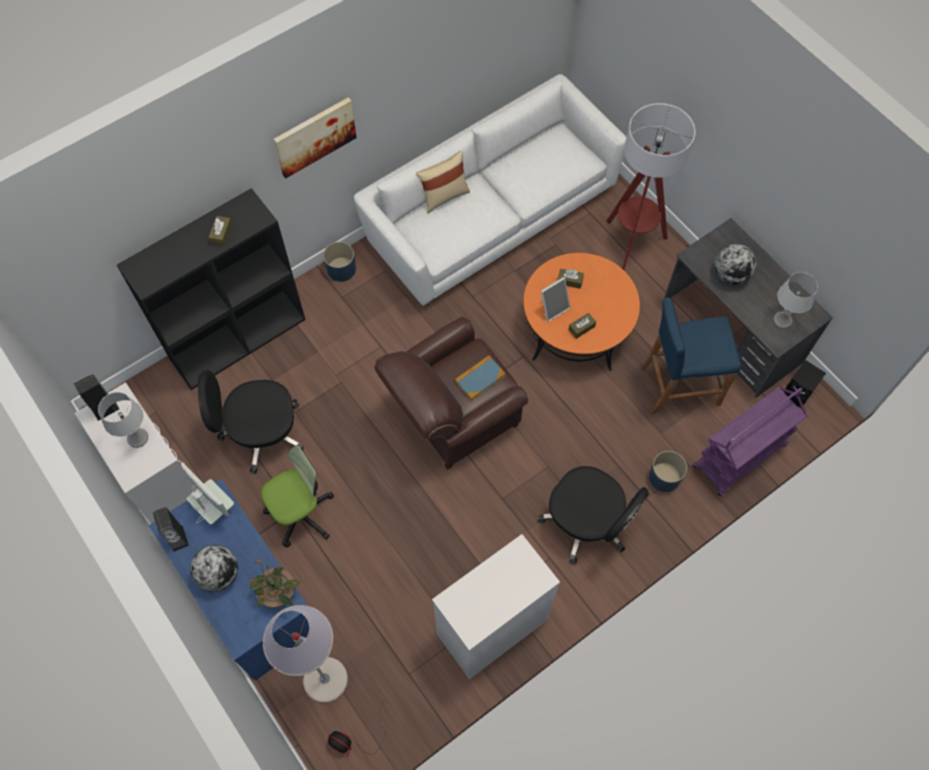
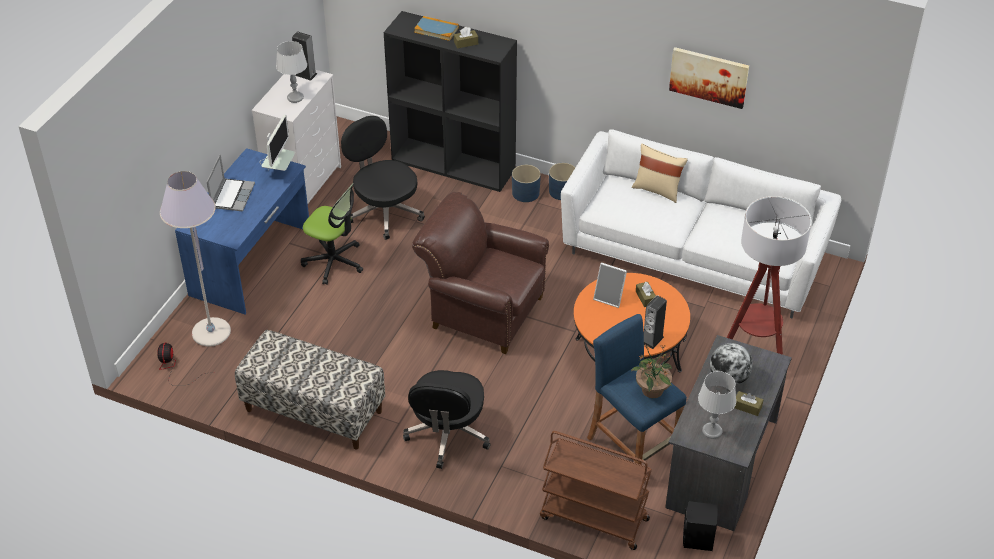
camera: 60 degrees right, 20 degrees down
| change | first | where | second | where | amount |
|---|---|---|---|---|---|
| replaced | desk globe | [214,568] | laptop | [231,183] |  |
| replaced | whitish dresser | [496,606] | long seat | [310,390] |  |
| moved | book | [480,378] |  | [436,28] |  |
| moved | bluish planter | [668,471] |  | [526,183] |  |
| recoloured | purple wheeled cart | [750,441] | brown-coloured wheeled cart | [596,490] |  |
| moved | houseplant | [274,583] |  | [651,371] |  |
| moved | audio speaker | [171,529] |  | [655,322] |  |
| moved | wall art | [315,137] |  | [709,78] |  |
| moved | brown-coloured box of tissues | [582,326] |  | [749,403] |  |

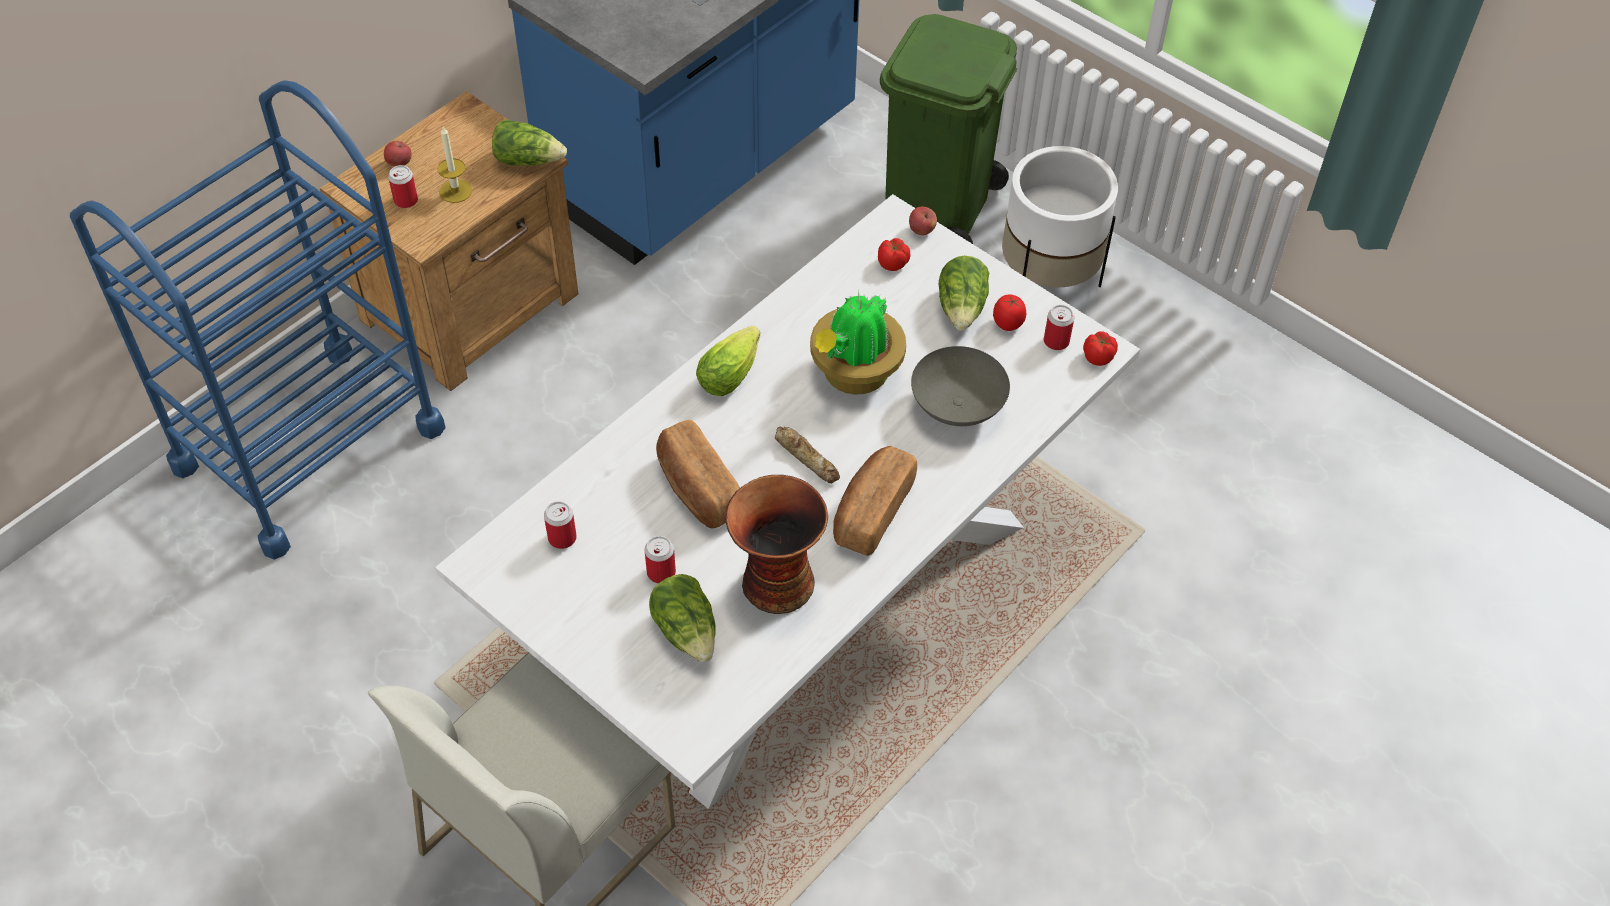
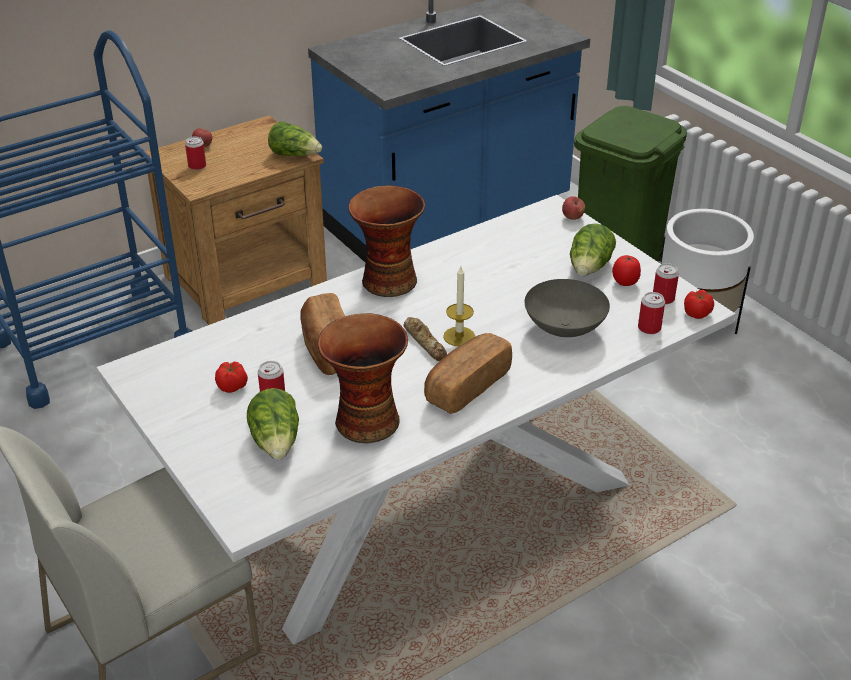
camera: 15 degrees right, 15 degrees down
| change | first | where | second | where | amount |
|---|---|---|---|---|---|
| moved | tomato | [894,254] |  | [231,377] |  |
| replaced | lettuce | [728,361] | vase | [386,241] |  |
| moved | candle | [454,165] |  | [459,306] |  |
| moved | can | [560,525] |  | [651,313] |  |
| removed | houseplant | [858,342] |  |  |  |

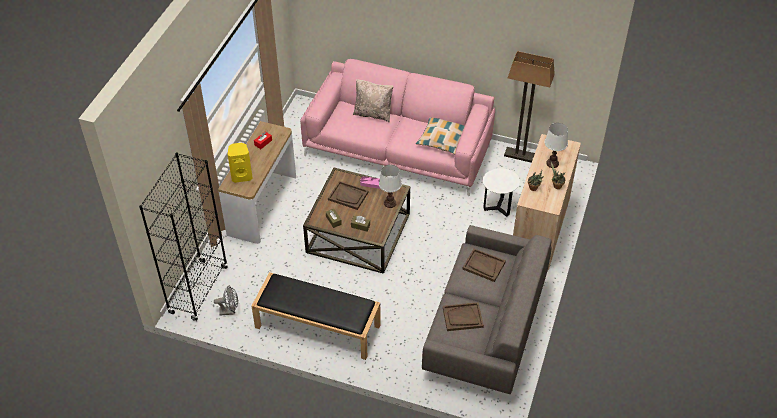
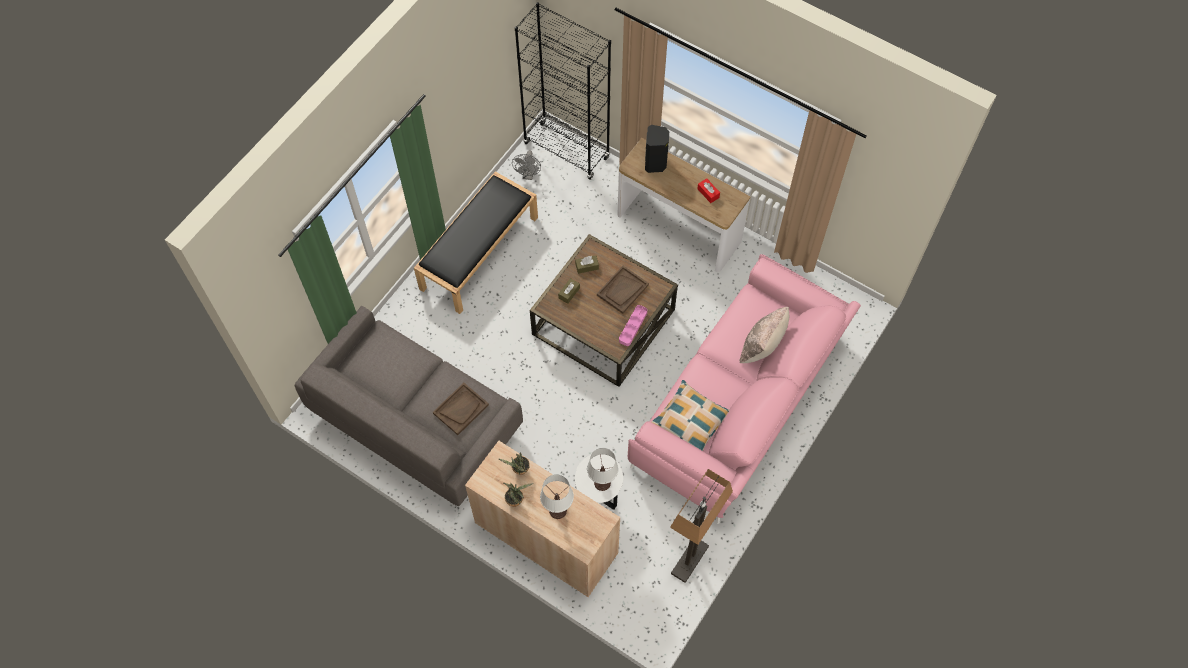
camera: 105 degrees right, 15 degrees up
| change | first | where | second | where | amount |
|---|---|---|---|---|---|
| moved | whitish table lamp | [390,186] |  | [602,469] |  |
| recoloured | yellowish audio speaker | [240,163] | blackish audio speaker | [657,149] |  |
| removed | brown-coloured tray | [463,316] |  |  |  |

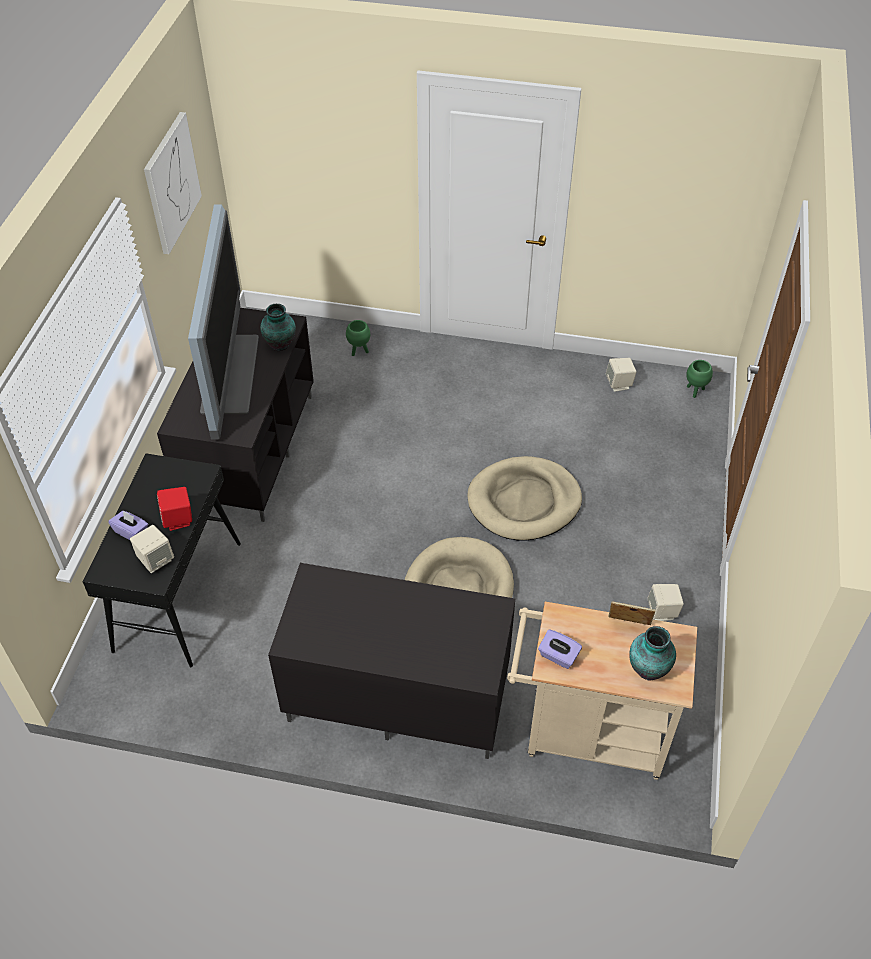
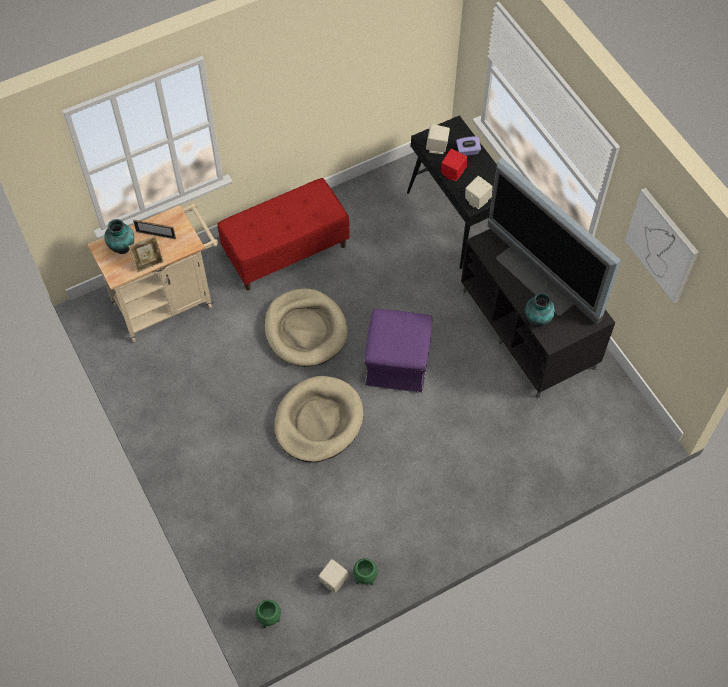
camera: 140 degrees right, 10 degrees up
| change | first | where | second | where | amount |
|---|---|---|---|---|---|
| added |  |  | picture frame | [154,229] |  |
| replaced | blackish tv stand | [391,661] | reddish long seat | [283,234] |  |
| moved | greenish planter | [358,338] |  | [365,571] |  |
| added |  |  | purple pouffe | [398,351] |  |
| moved | beige audio speaker | [665,602] |  | [479,192] |  |
| removed | purple box of tissues | [560,649] |  |  |  |

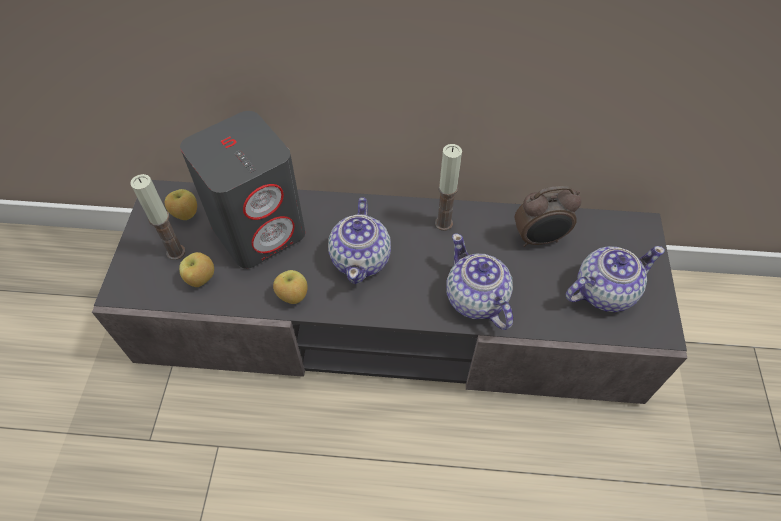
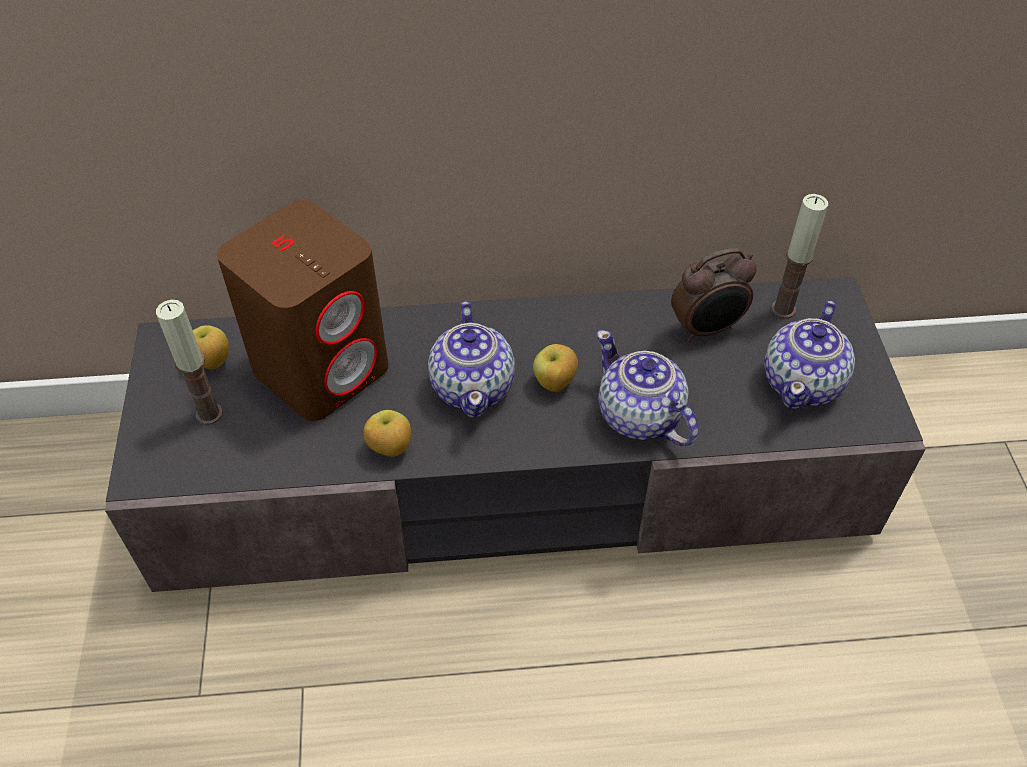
camera: 10 degrees left, 5 degrees down
| change | first | where | second | where | amount |
|---|---|---|---|---|---|
| recoloured | greyish audio speaker | [242,190] | brown-coloured audio speaker | [302,310] |  |
| moved | apple | [196,269] |  | [555,368] |  |
| turned | pot for tea | [615,279] |  | [809,355] | 150 degrees clockwise |
| moved | candle | [448,187] |  | [799,256] |  |

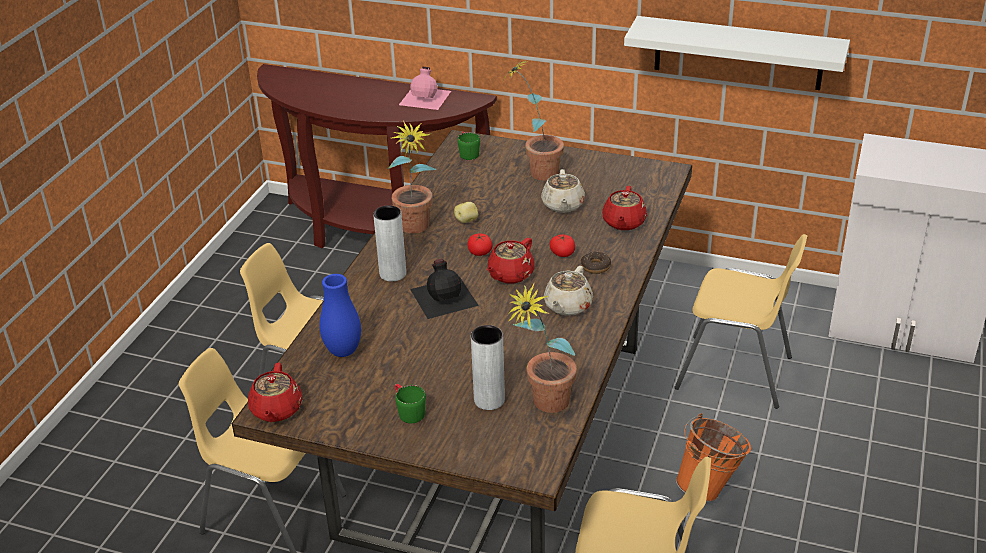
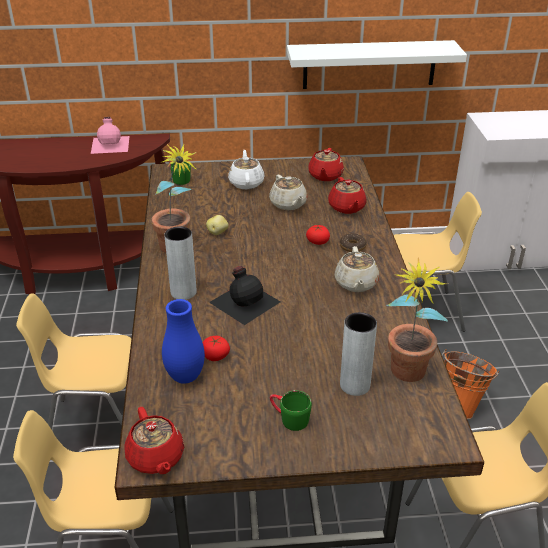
camera: 25 degrees left, 0 degrees up
| change | first | where | second | where | amount |
|---|---|---|---|---|---|
| moved | tomato | [479,244] |  | [216,348] |  |
| replaced | houseplant | [534,120] | whitish pot for tea | [246,169] |  |
| moved | reddish pot for tea | [511,261] |  | [326,164] |  |

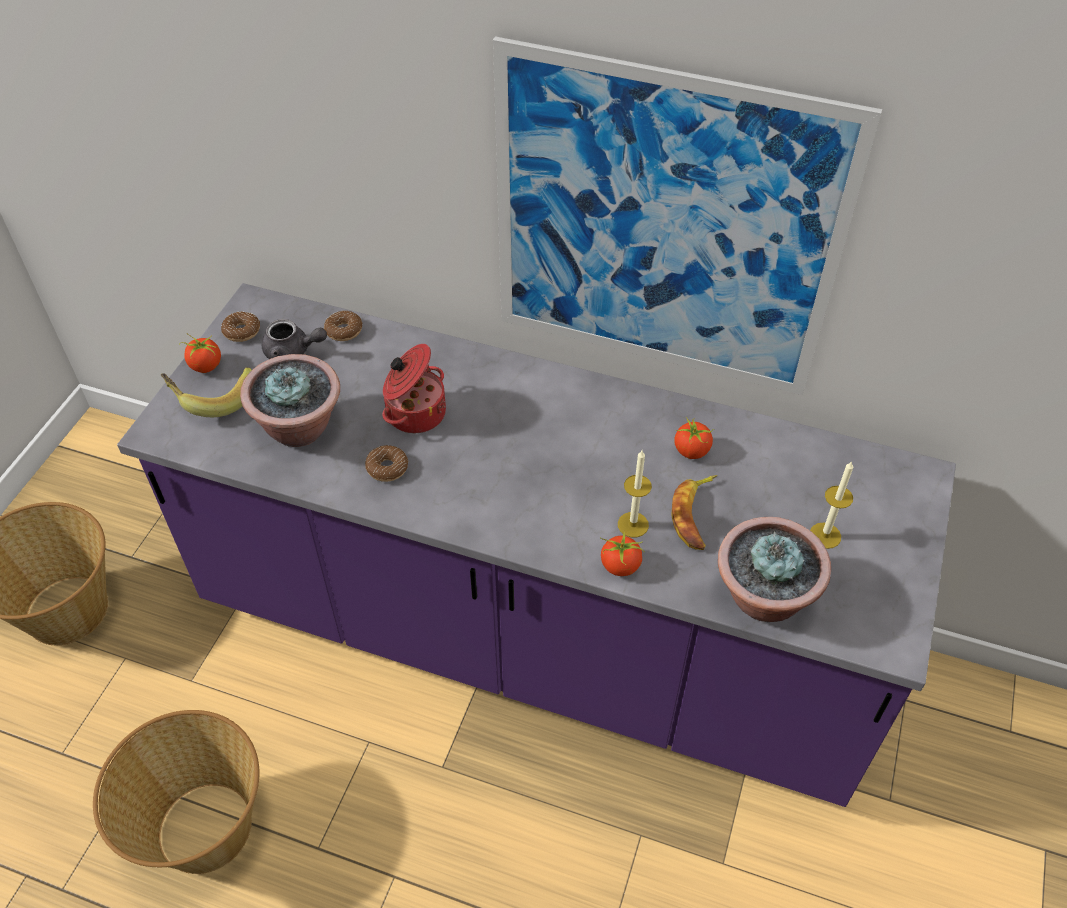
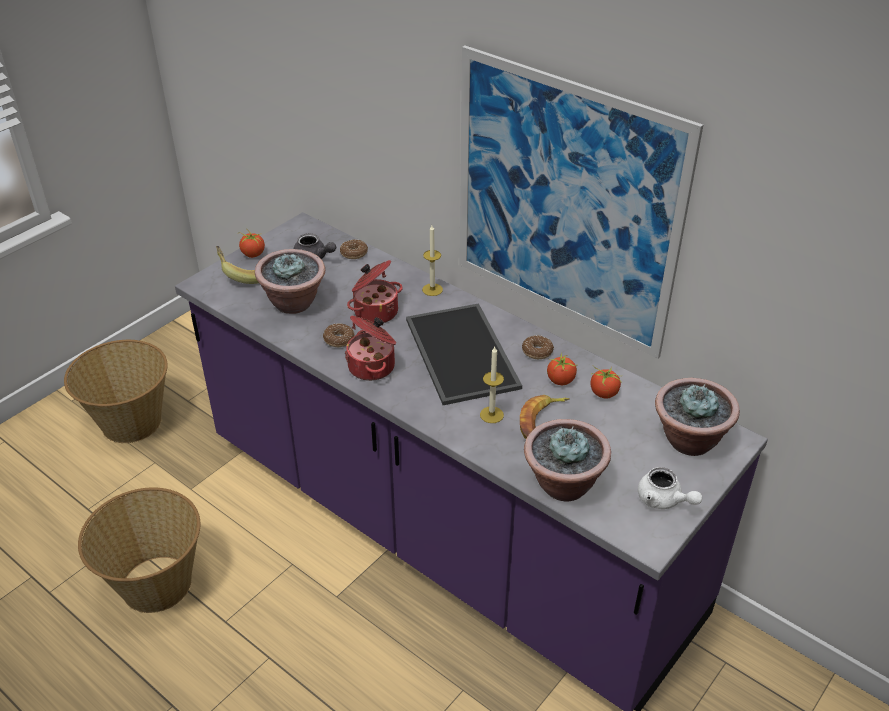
camera: 20 degrees right, 10 degrees down
| change | first | where | second | where | amount |
|---|---|---|---|---|---|
| added |  |  | saucepot | [370,348] |  |
| added |  |  | tray | [464,354] |  |
| moved | candle | [831,505] |  | [432,260] |  |
| moved | doughnut | [240,326] |  | [538,347] |  |
| moved | tomato | [622,554] |  | [606,382] |  |
| added |  |  | whitish pot for tea | [670,488] |  |
| added |  |  | houseplant | [697,417] |  |

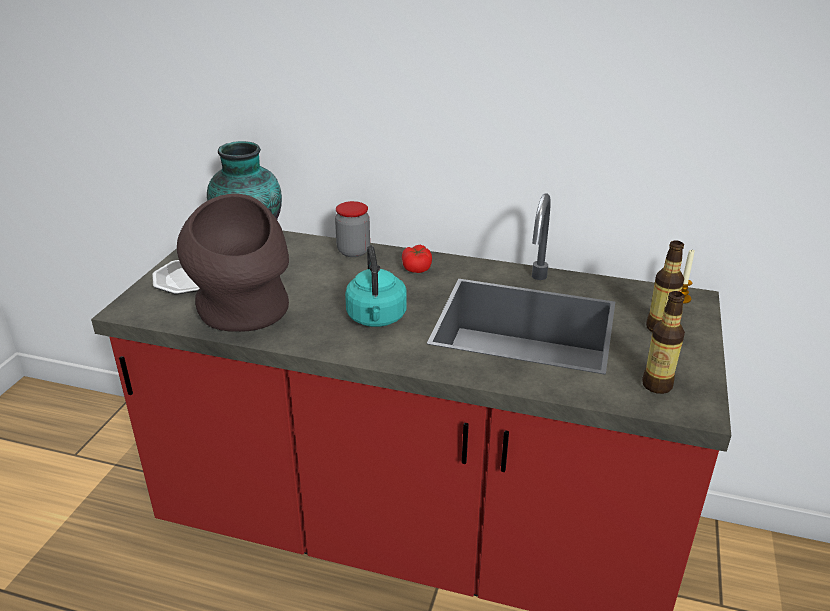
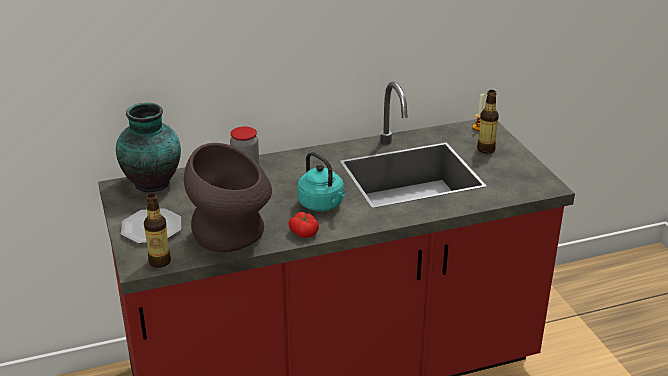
camera: 35 degrees left, 0 degrees up
| change | first | where | second | where | amount |
|---|---|---|---|---|---|
| moved | drink bottle | [663,342] |  | [157,230] |  |
| moved | tomato | [417,259] |  | [304,225] |  |

